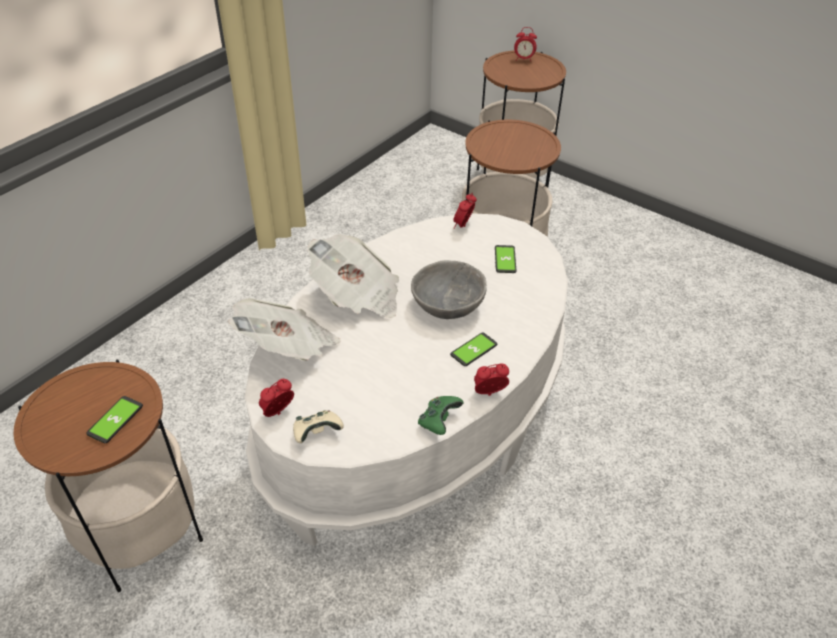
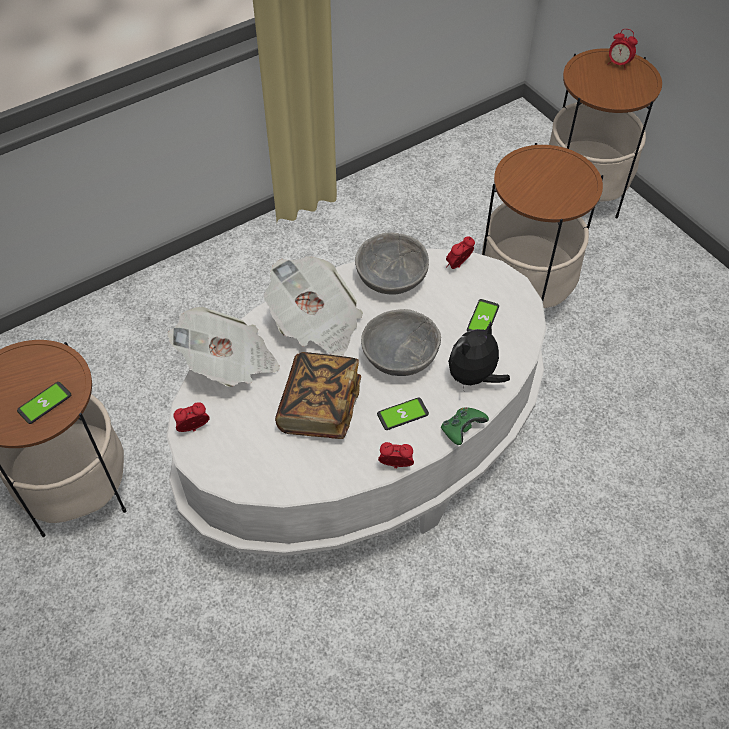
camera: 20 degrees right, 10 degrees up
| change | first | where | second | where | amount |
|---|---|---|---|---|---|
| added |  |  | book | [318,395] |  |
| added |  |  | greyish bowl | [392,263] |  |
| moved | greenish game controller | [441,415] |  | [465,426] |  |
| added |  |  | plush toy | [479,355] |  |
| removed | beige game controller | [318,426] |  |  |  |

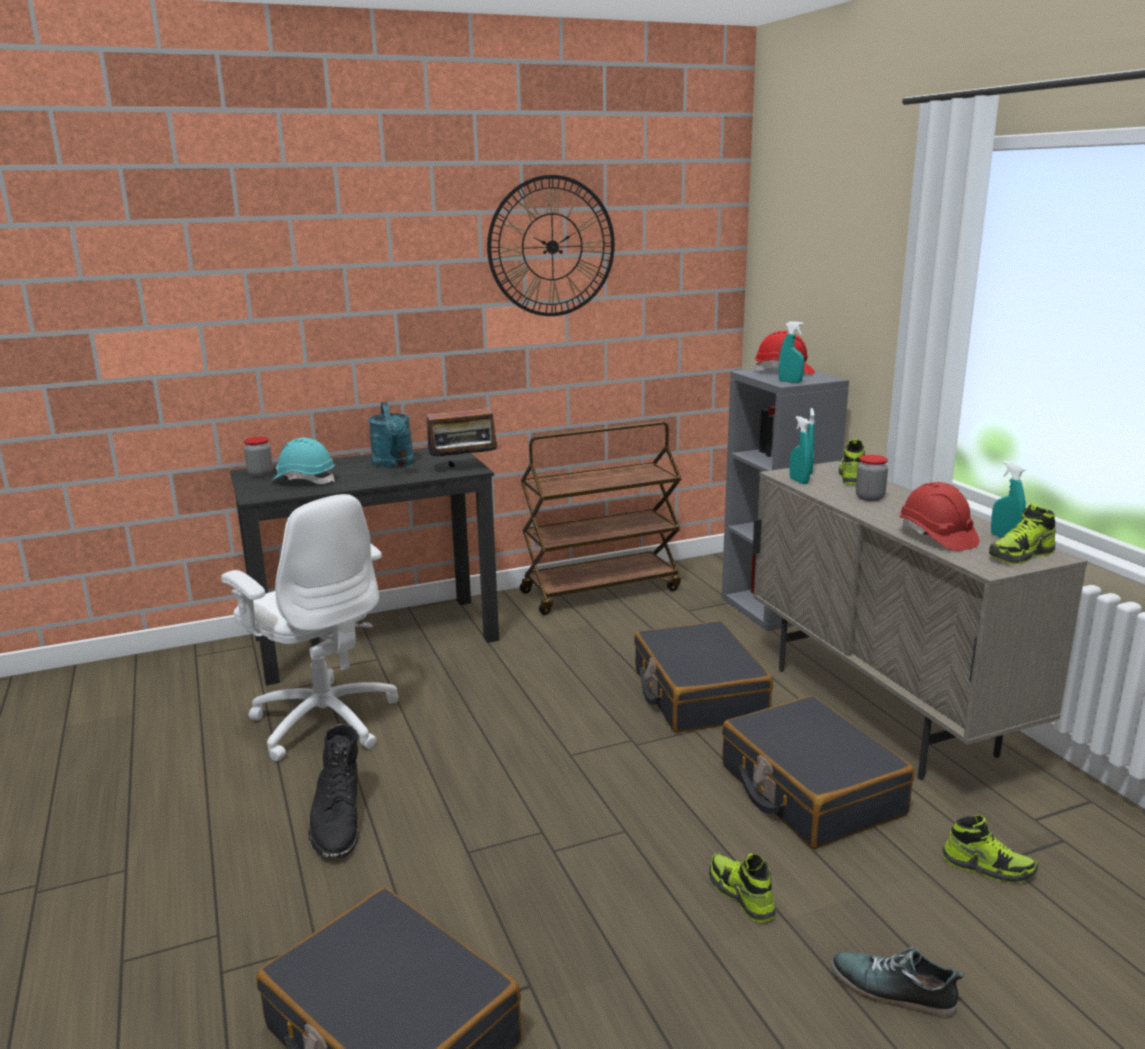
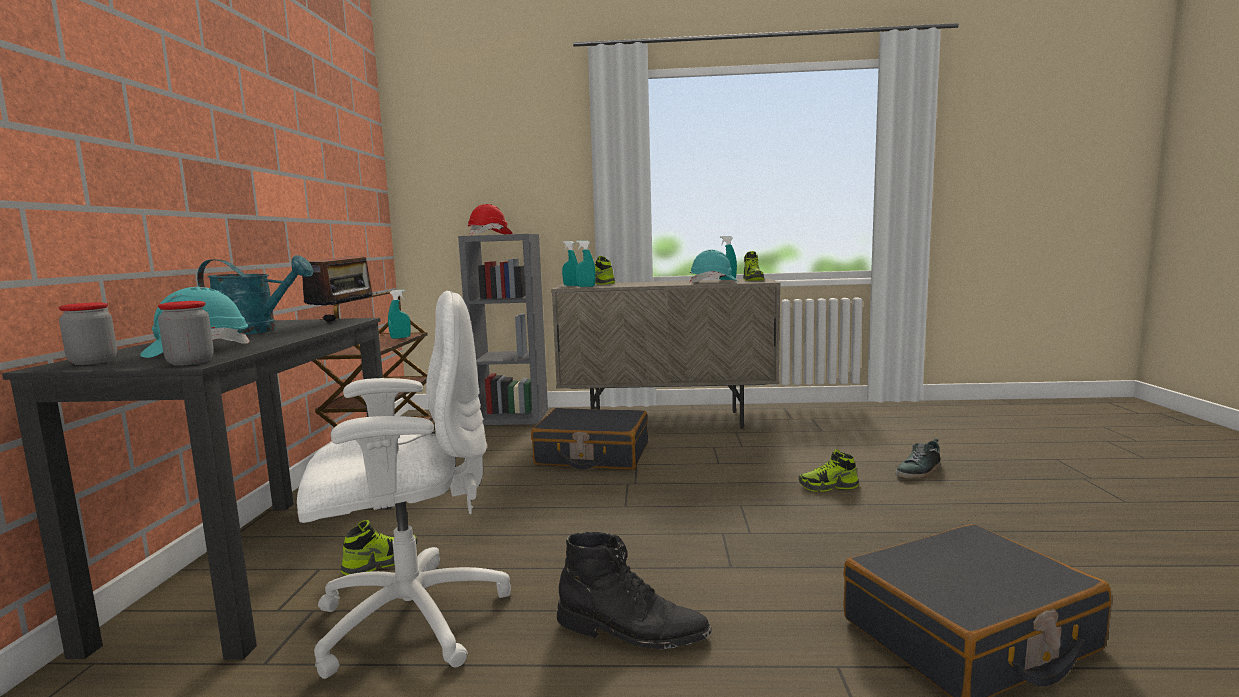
camera: 65 degrees left, 10 degrees down
| change | first | where | second | where | amount |
|---|---|---|---|---|---|
| moved | jar | [872,478] |  | [186,333] |  |
| moved | shoe | [990,849] |  | [379,547] |  |
| moved | blue-green spray bottle | [791,352] |  | [399,314] |  |
| recoloured | reddish hard hat | [940,516] | blue-green hard hat | [713,267] |  |
| removed | clock on the wall | [551,245] |  |  |  |
| removed | blackish travel case | [818,772] |  |  |  |

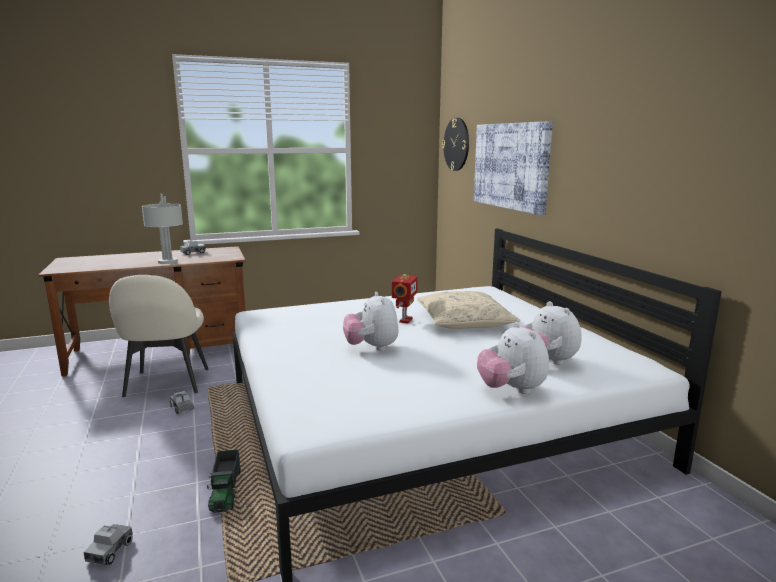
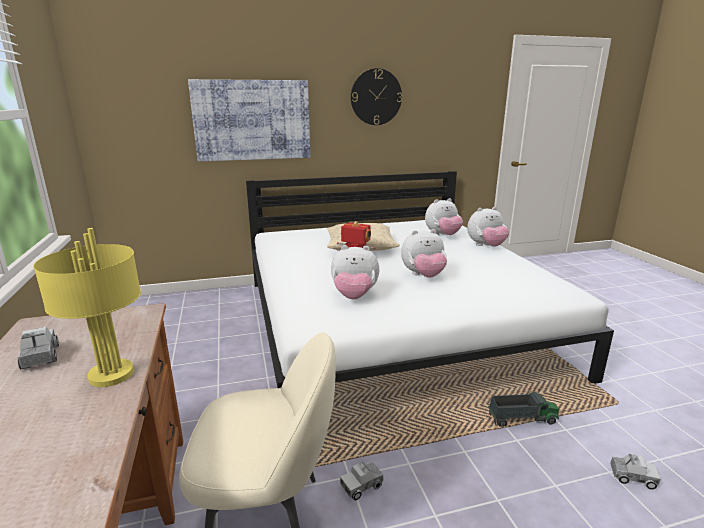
camera: 85 degrees left, 5 degrees up
| change | first | where | second | where | amount |
|---|---|---|---|---|---|
| recoloured | greyish table lamp | [162,228] | yellowish table lamp | [87,307] |  |
| added |  |  | plush toy | [355,272] |  |
| moved | clock on the wall | [455,144] |  | [376,96] |  |

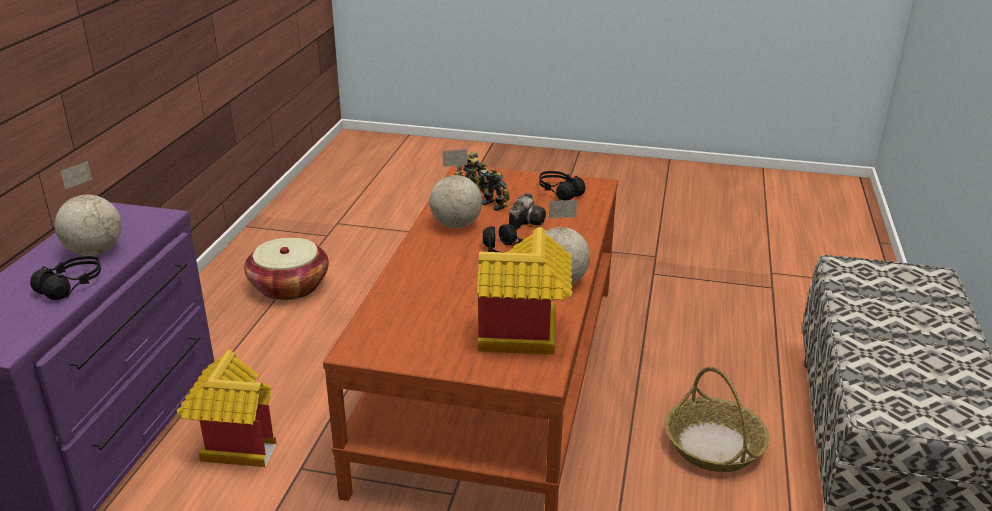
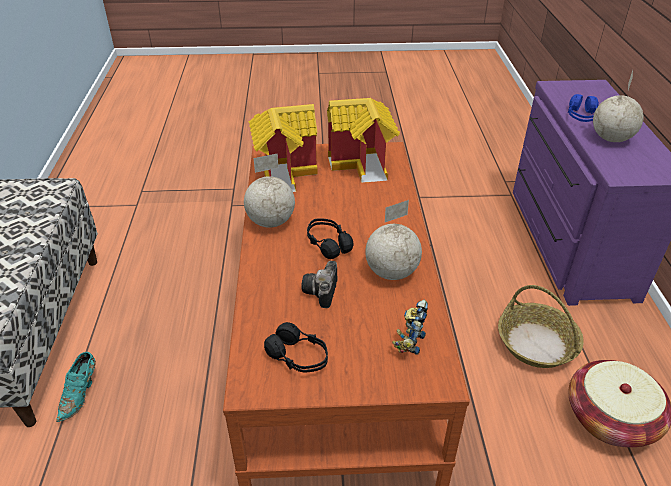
camera: 165 degrees right, 10 degrees up
| change | first | where | second | where | amount |
|---|---|---|---|---|---|
| added |  |  | blue-green shoe | [76,387] |  |
| moved | miniature house | [227,408] |  | [363,140] |  |
| moved | storage basket | [717,419] |  | [541,326] |  |
| recoloured | blackish pair of headphones | [65,278] | bluish pair of headphones | [583,108] |  |
| removed | model robot | [493,190] |  |  |  |

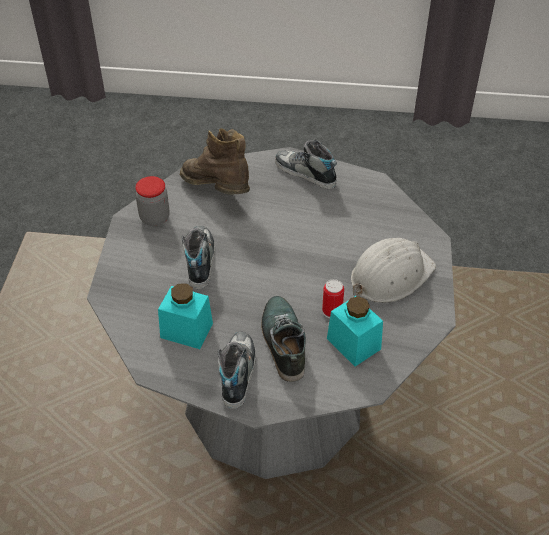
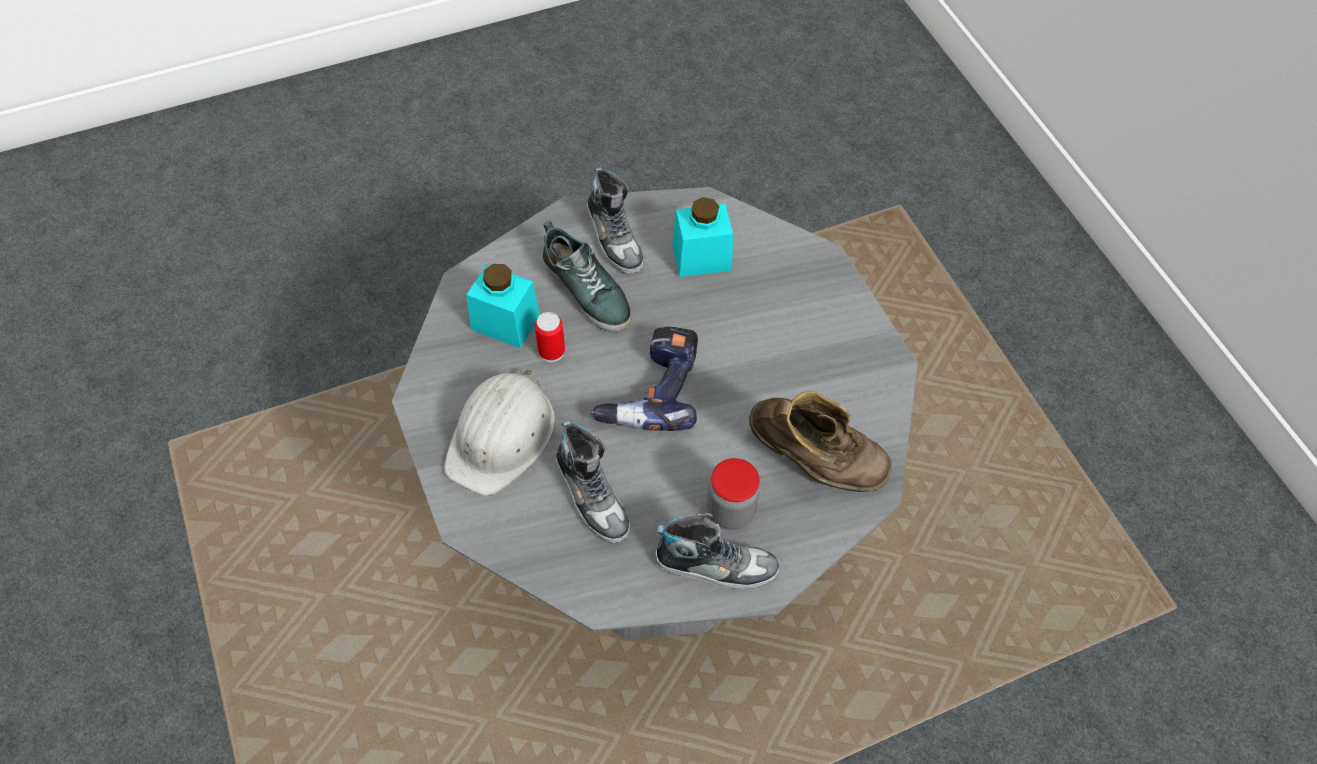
camera: 150 degrees right, 10 degrees up
| change | first | where | second | where | amount |
|---|---|---|---|---|---|
| moved | shoe | [198,257] |  | [593,482] |  |
| added |  |  | electric drill | [644,379] |  |
| moved | jar | [153,201] |  | [733,494] |  |

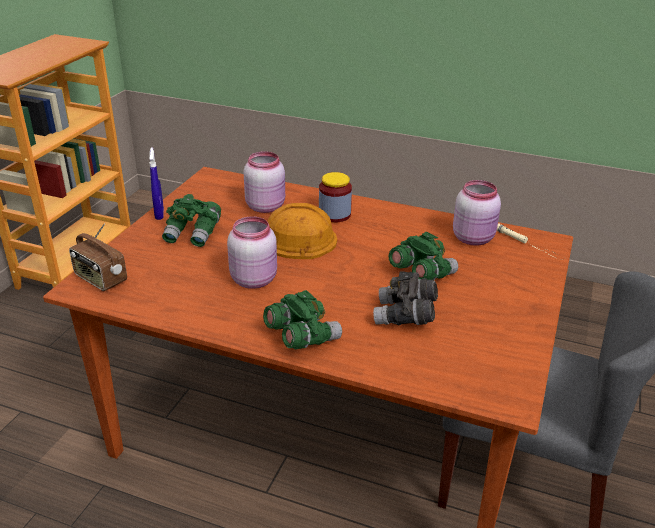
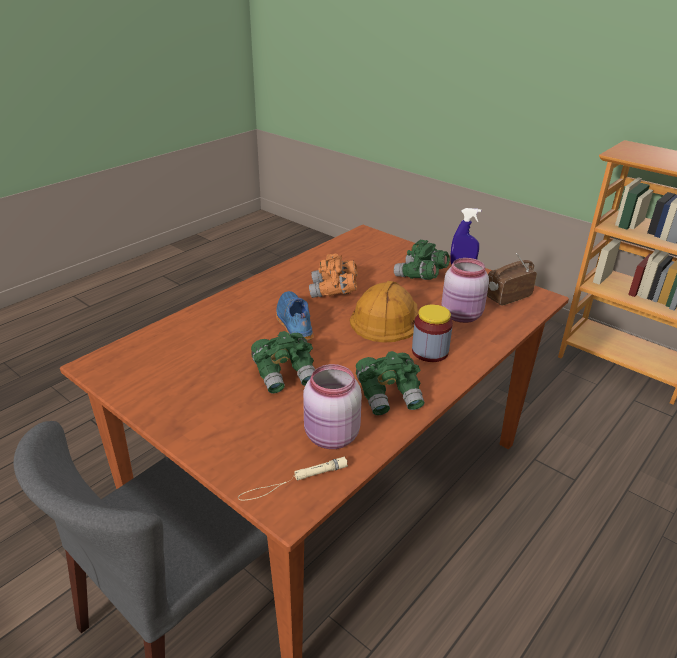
camera: 110 degrees right, 0 degrees up
| change | first | where | second | where | amount |
|---|---|---|---|---|---|
| added |  |  | bluish shoe | [295,316] |  |
| replaced | pink jar | [252,253] | orange-coloured pair of binoculars | [333,276] |  |
| moved | greenish pair of binoculars | [302,319] |  | [390,383] |  |
| moved | radio receiver | [98,257] |  | [512,279] |  |
| removed | greyish pair of binoculars | [405,298] |  |  |  |

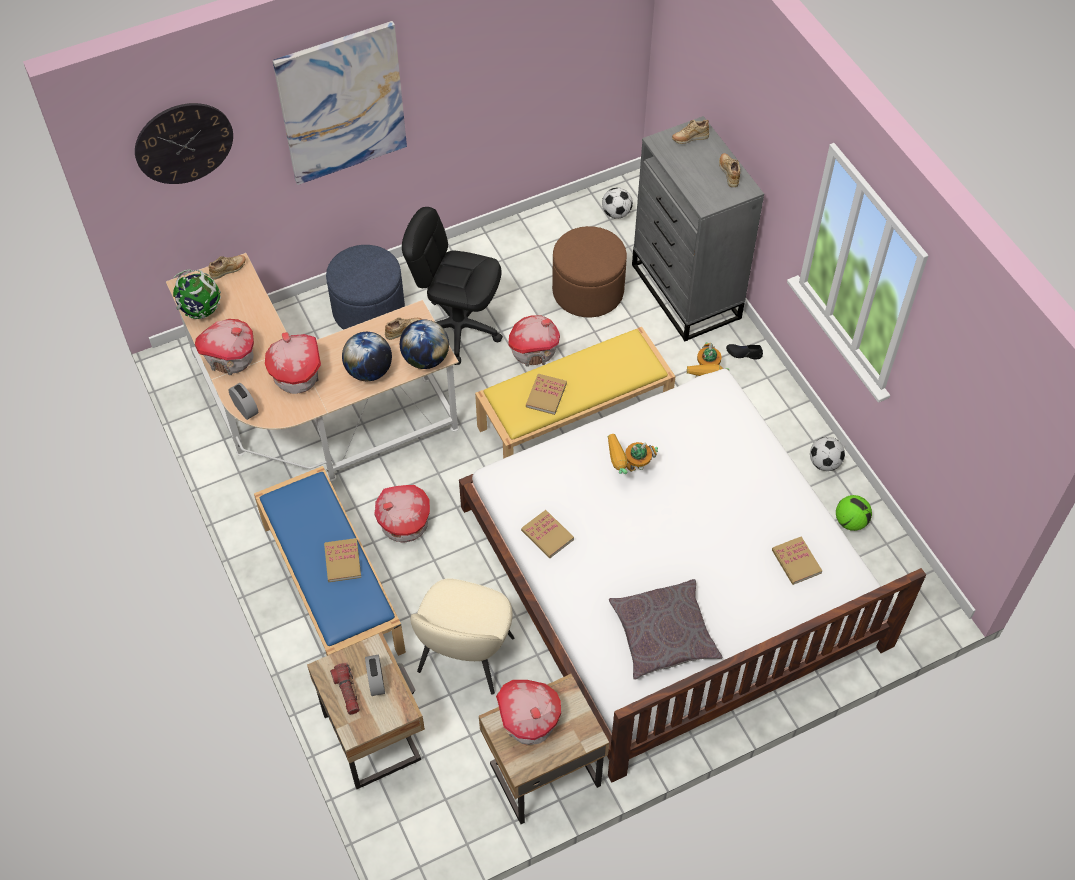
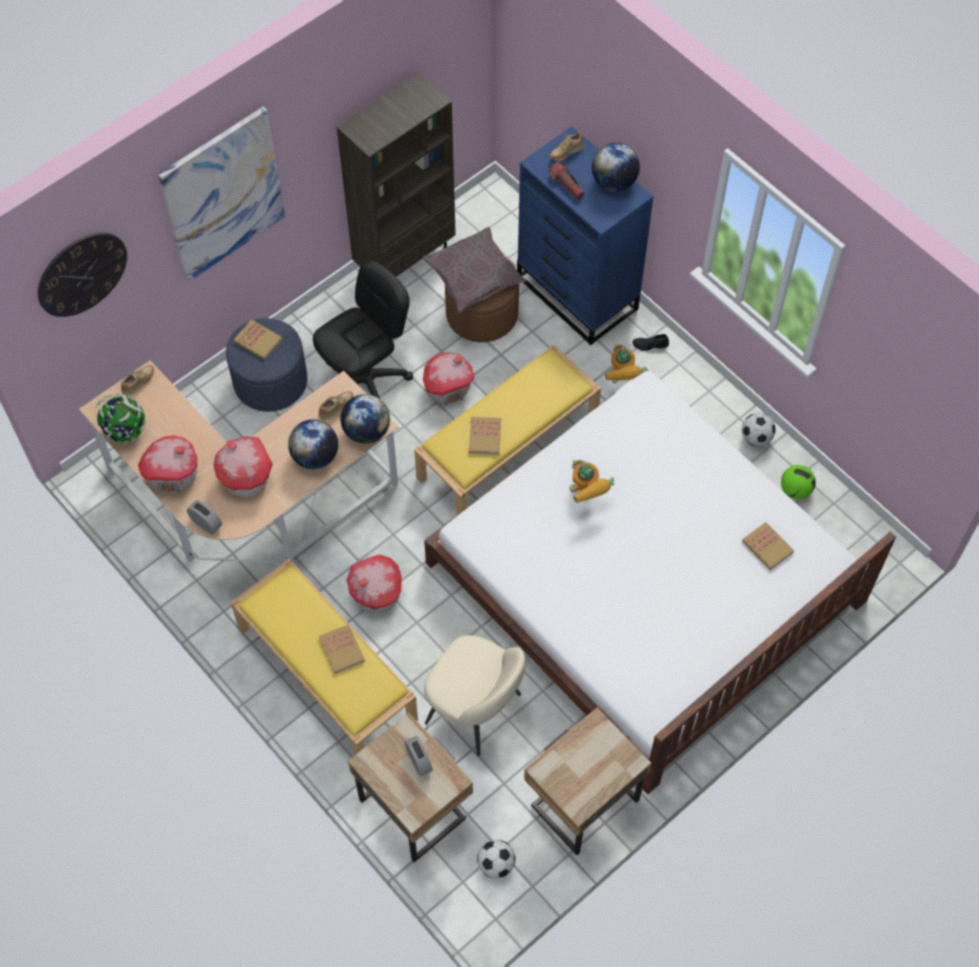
camera: 15 degrees left, 5 degrees up
| change | first | where | second | where | amount |
|---|---|---|---|---|---|
| recoloured | bluish long seat | [330,561] | yellowish long seat | [324,657] |  |
| moved | book | [547,534] |  | [258,339] |  |
| turned | blackish office chair | [452,286] |  | [363,330] | 135 degrees clockwise |
| added |  |  | brown-coloured bookshelf | [396,175] |  |
| moved | greyish cushion | [665,629] |  | [474,270] |  |
| turned | beige upright chair | [462,636] |  | [474,695] | 60 degrees counterclockwise |
| moved | football ball | [617,203] |  | [496,859] |  |
| recoloured | greyish dresser | [698,229] | bluish dresser | [585,235] |  |
| moved | torch | [345,689] |  | [566,180] |  |
| turned | model robot | [633,454] |  | [592,481] | 90 degrees counterclockwise |
| replaced | beige shoe | [729,170] | desk globe | [616,167] |  |
| removed | miniature house | [528,712] |  |  |  |

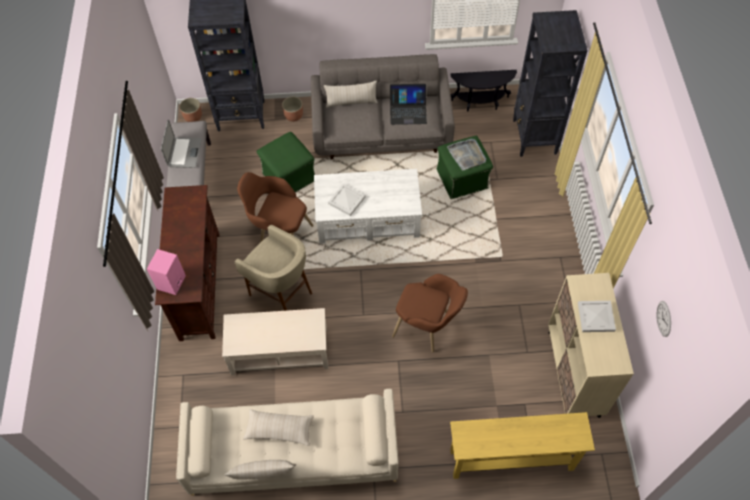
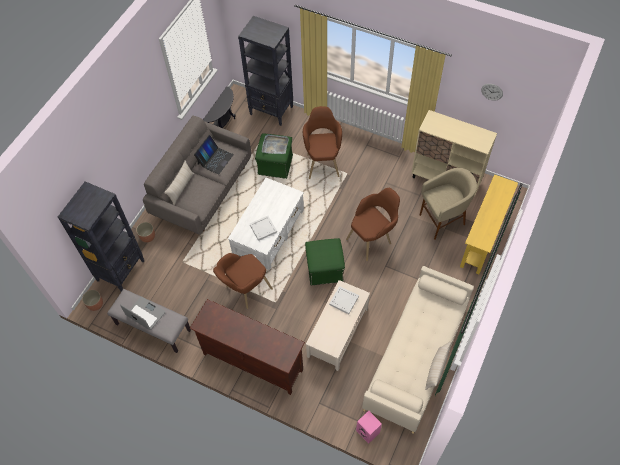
camera: 60 degrees left, 0 degrees up
| change | first | where | second | where | amount |
|---|---|---|---|---|---|
| added |  |  | brown-coloured armchair | [322,142] |  |
| moved | greenish pouffe | [285,162] |  | [325,261] |  |
| moved | whitish tray | [597,316] |  | [344,300] |  |
| moved | pink audio speaker | [166,272] |  | [369,427] |  |
| moved | beige sitting stool | [273,268] |  | [448,204] |  |
| removed | beige cushion | [278,427] |  |  |  |

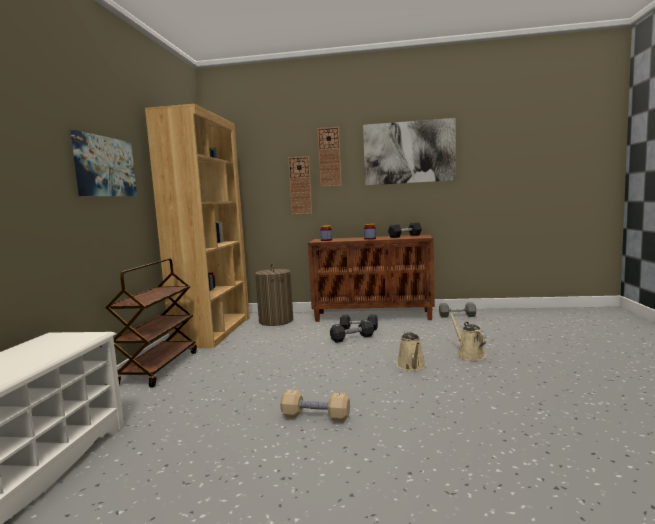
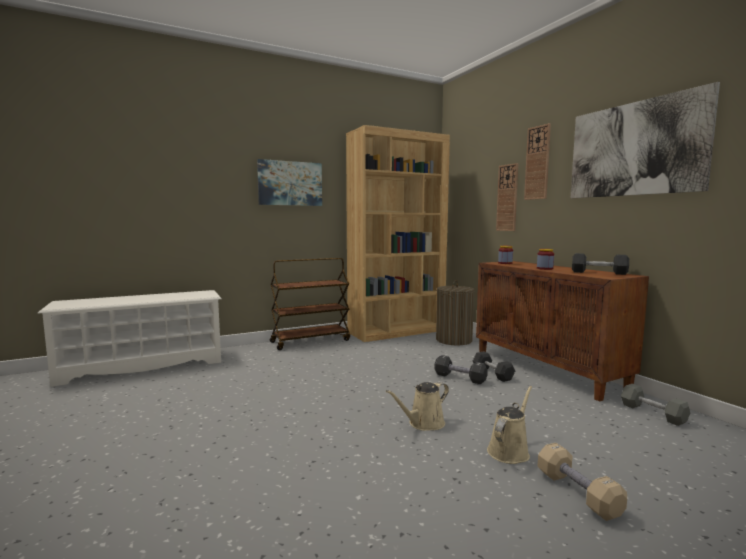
camera: 55 degrees right, 0 degrees up
| change | first | where | second | where | amount |
|---|---|---|---|---|---|
| moved | beige dumbbell | [315,405] |  | [582,482] |  |

